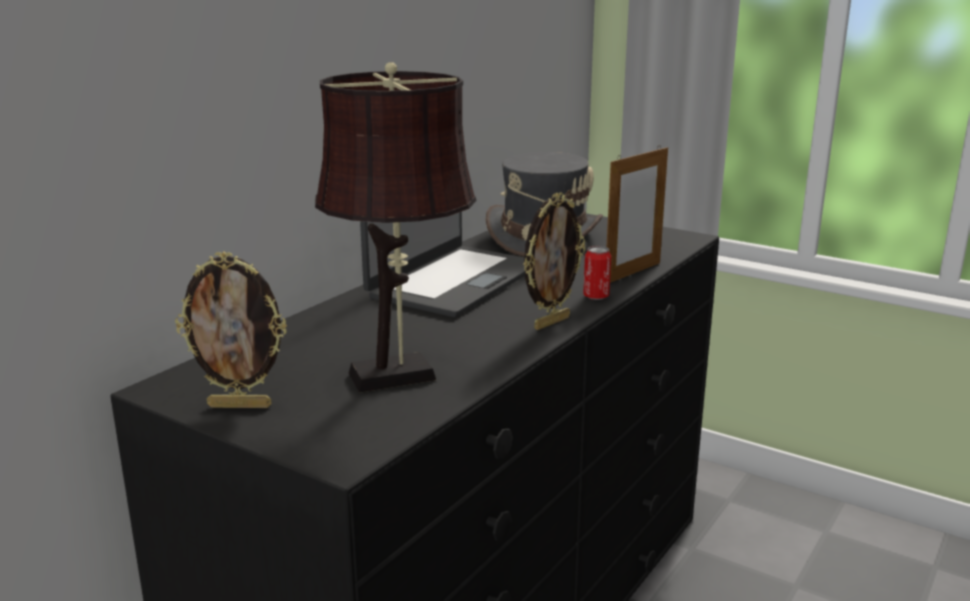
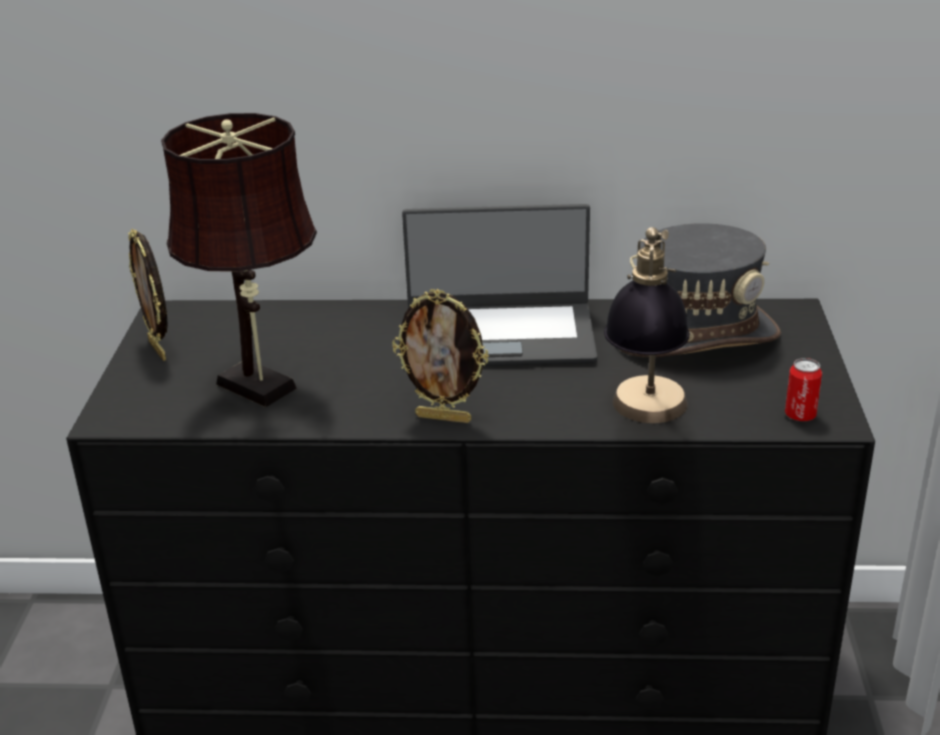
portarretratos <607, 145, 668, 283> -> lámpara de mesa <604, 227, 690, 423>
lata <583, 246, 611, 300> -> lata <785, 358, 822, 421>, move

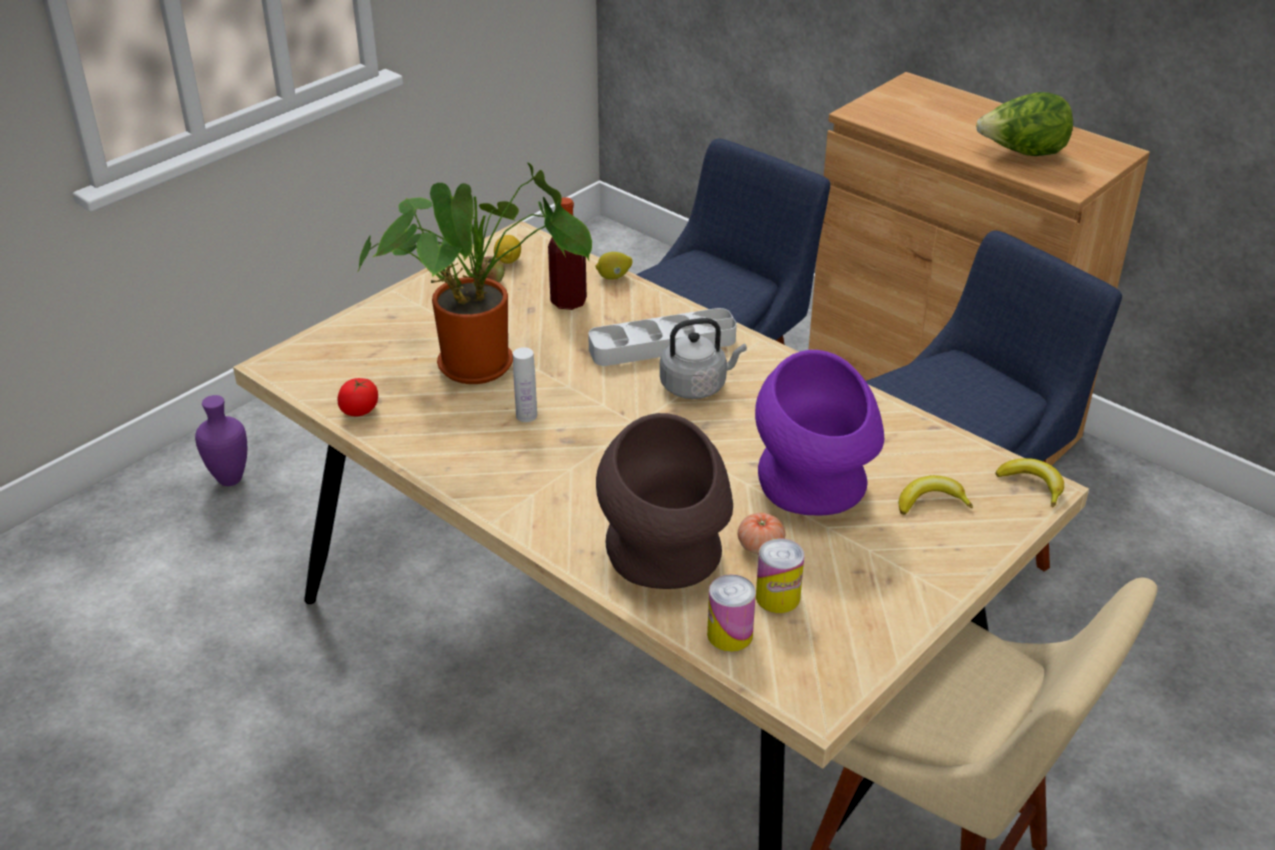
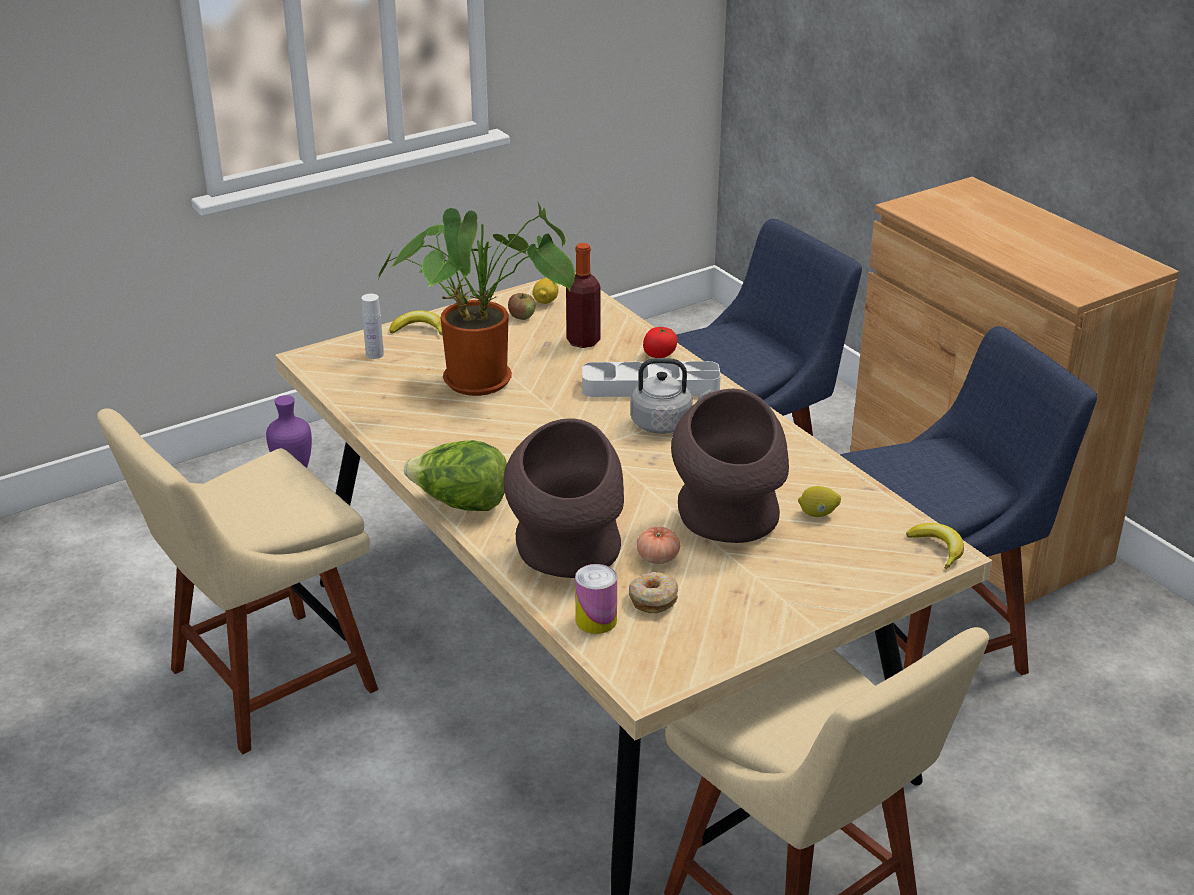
none -> silla (beis) <97, 408, 378, 754>
botella (blanco) <513, 347, 537, 422> -> botella (blanco) <361, 294, 384, 359>, move
plátano <899, 475, 973, 515> -> plátano <389, 311, 442, 335>, move
lechuga <976, 92, 1073, 156> -> lechuga <404, 440, 507, 511>, move
lata <756, 538, 804, 613> -> rosquilla <629, 572, 678, 613>
tomate <337, 378, 378, 416> -> tomate <643, 327, 677, 358>, move
florero (morado) <755, 350, 884, 516> -> florero (marrón) <671, 389, 789, 543>
limón <595, 252, 632, 280> -> limón <798, 486, 841, 517>, move

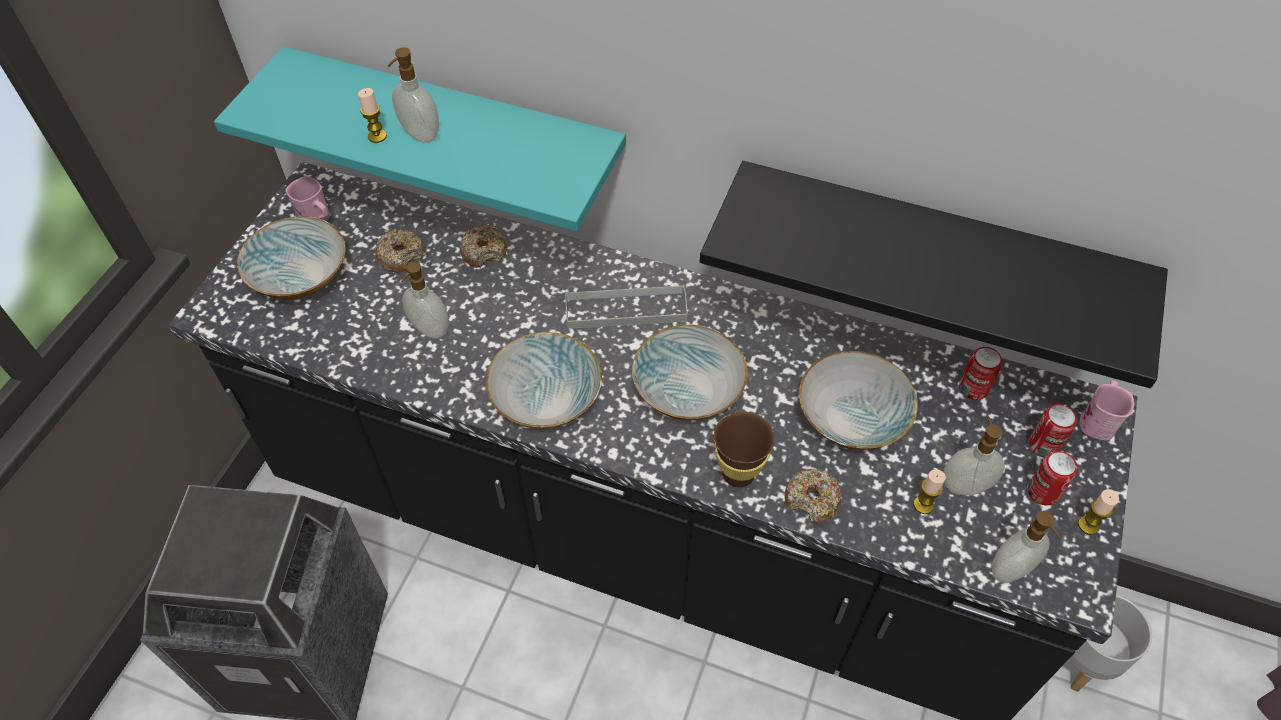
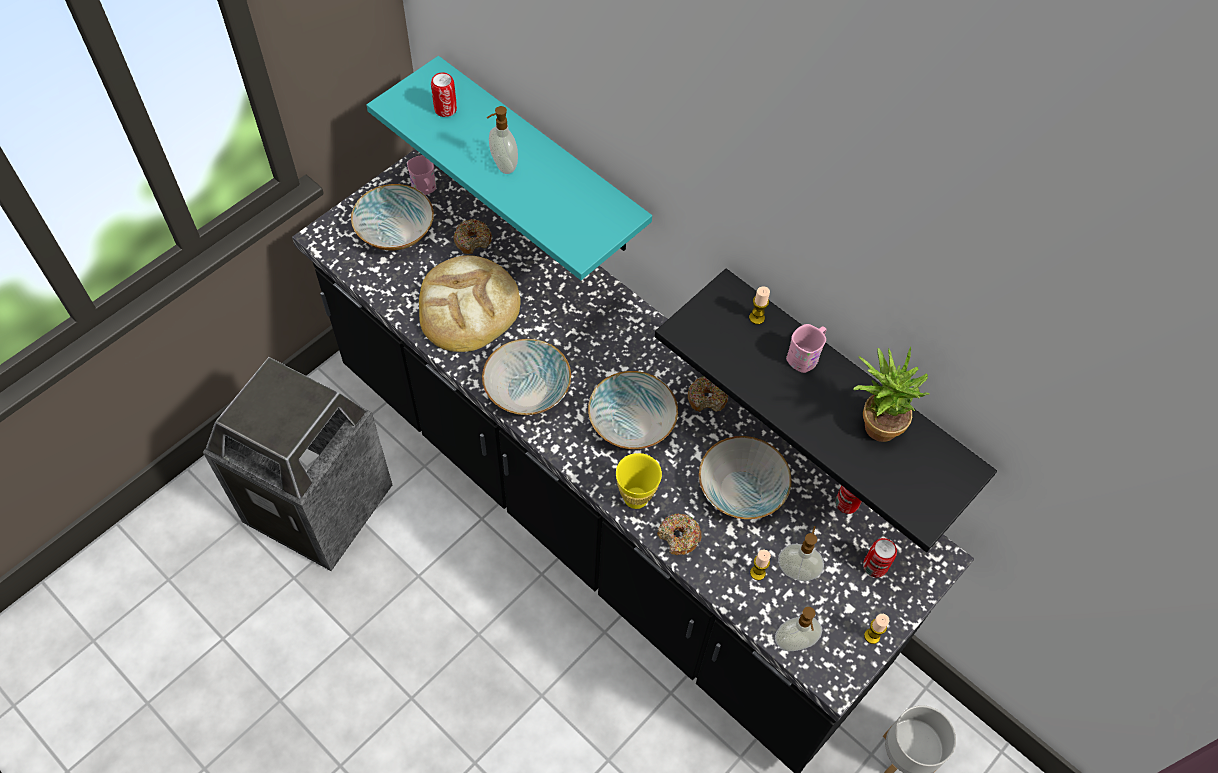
dispensador de jabón <401, 262, 449, 339> -> pan <419, 255, 521, 352>
lata <1028, 451, 1077, 506> -> lata <431, 72, 457, 117>, move
taza (marrón) <714, 411, 775, 488> -> taza (amarillo) <616, 453, 662, 509>
rosquilla <460, 225, 507, 268> -> rosquilla <688, 376, 728, 412>, move
vela <358, 88, 387, 143> -> vela <749, 286, 770, 325>, move
taza grande (rosa) <1080, 381, 1134, 440> -> taza grande (rosa) <786, 324, 826, 373>, move
none -> planta en maceta <853, 347, 930, 442>
bandeja (gris) <565, 285, 688, 329> -> none

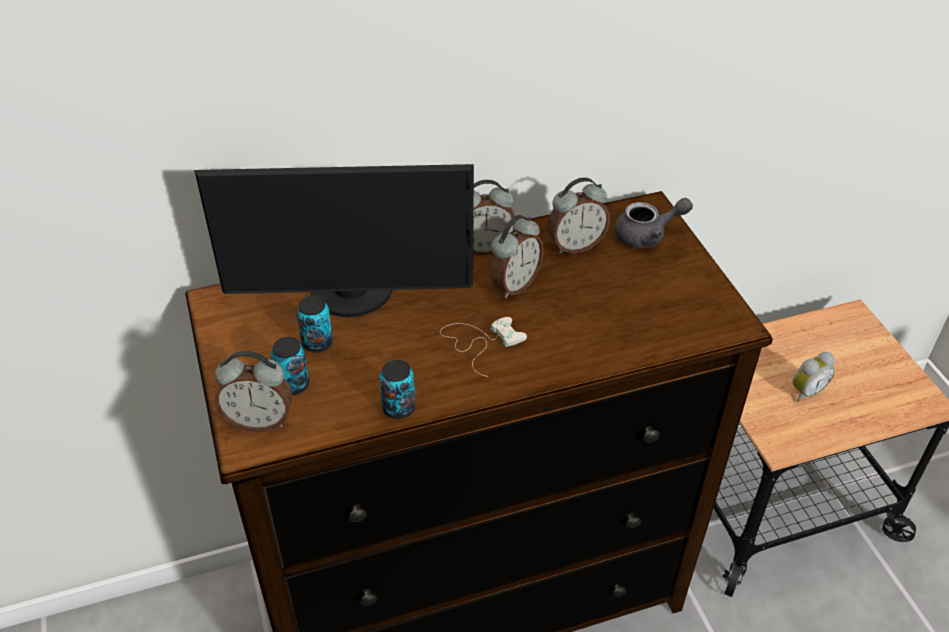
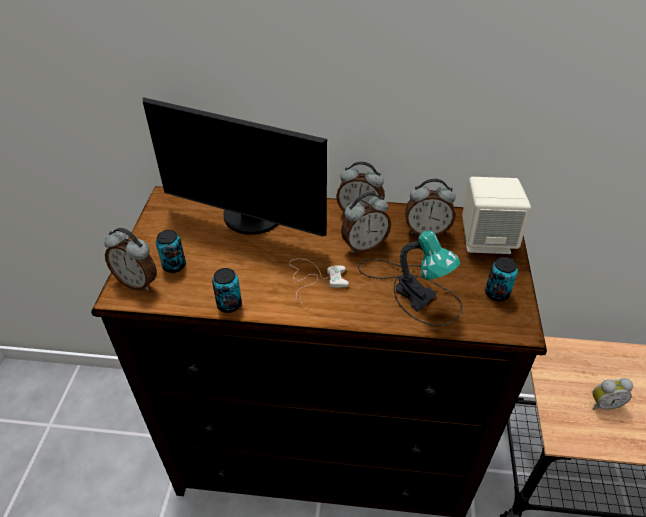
none -> lámpara de mesa <358, 231, 462, 326>
tetera (gris) <614, 198, 693, 248> -> altavoz (beis) <462, 177, 531, 254>
lata <297, 296, 333, 353> -> lata <485, 257, 518, 301>, move

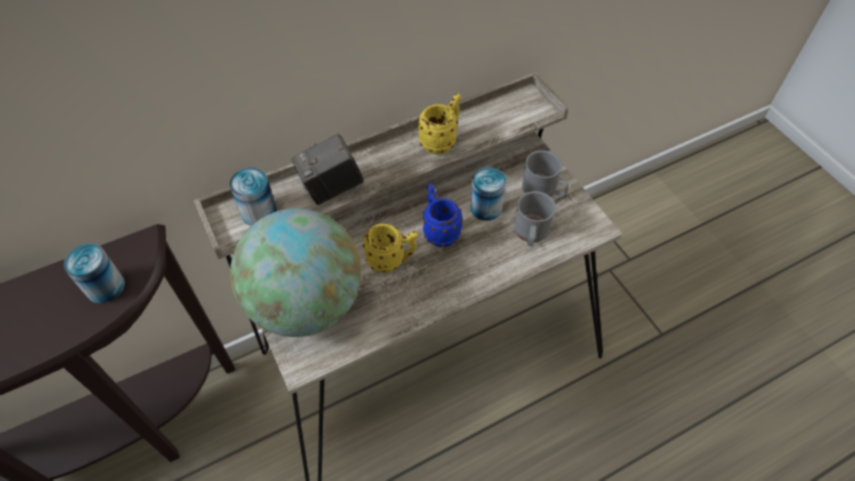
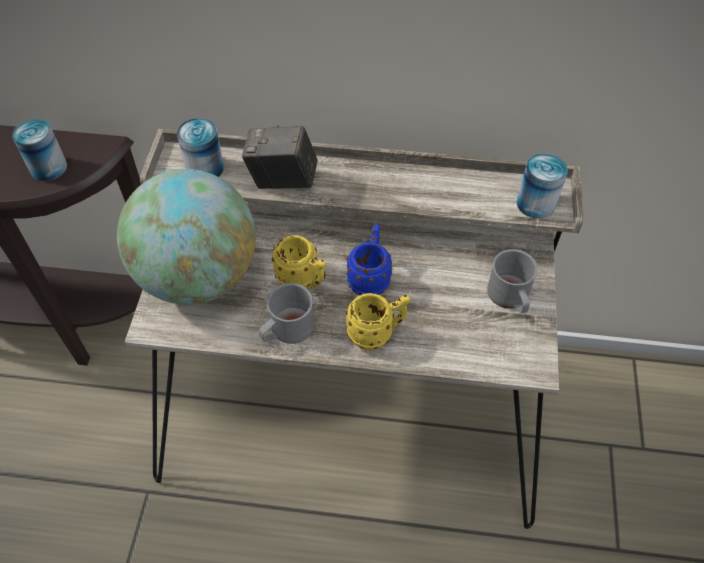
taza grande (gris) <514, 191, 556, 246> -> taza grande (gris) <259, 283, 314, 344>, move
taza grande (amarillo) <418, 93, 461, 154> -> taza grande (amarillo) <345, 293, 410, 350>, move
lata <470, 167, 506, 221> -> lata <516, 153, 568, 219>, move

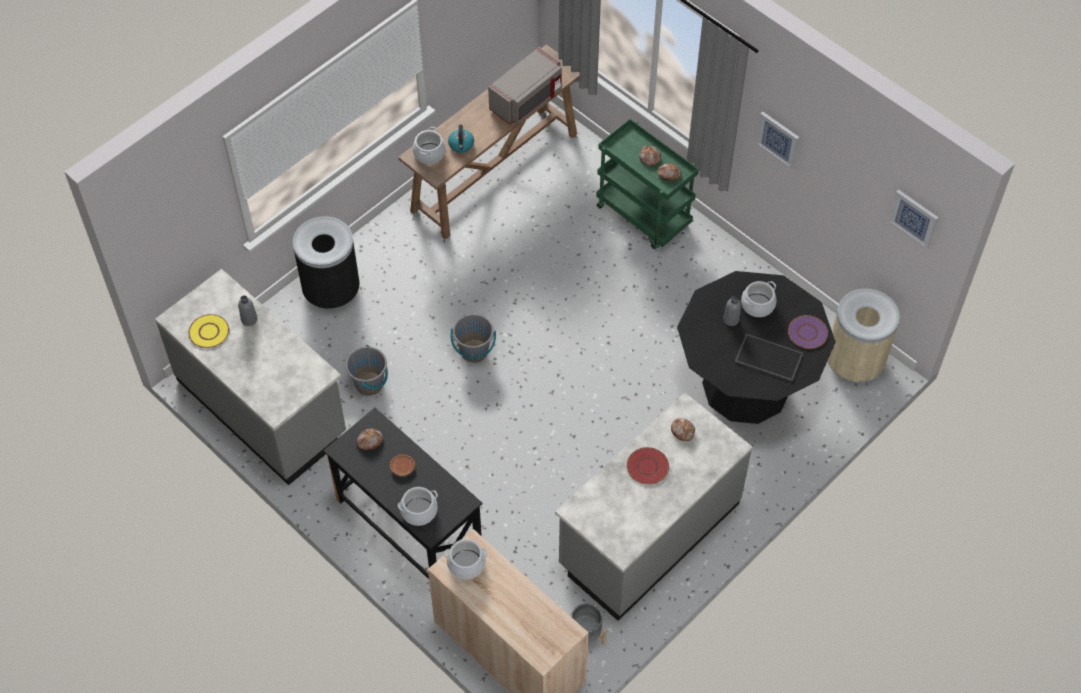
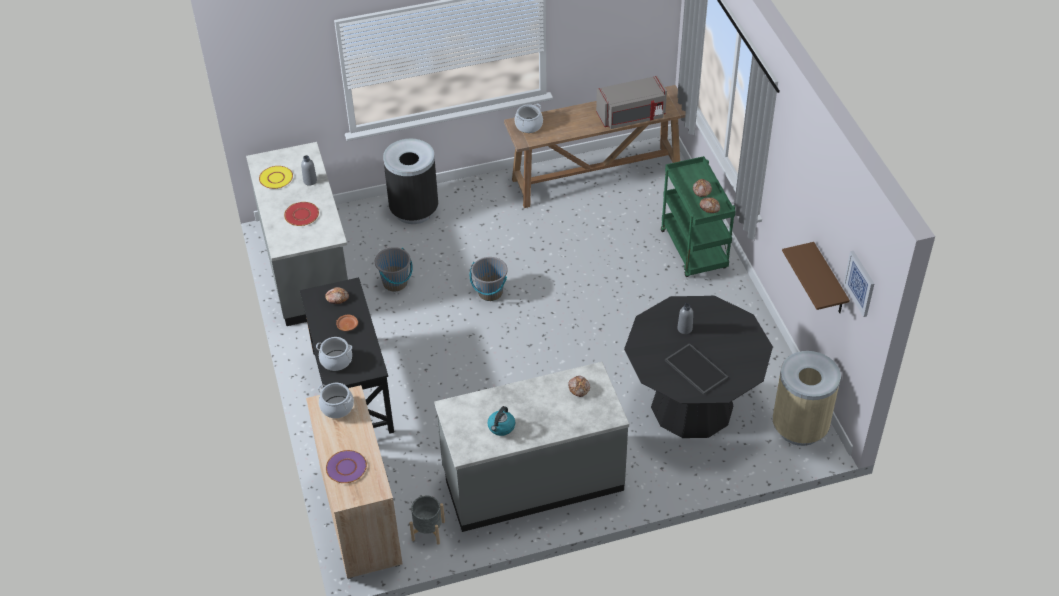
plato (rojo) <627, 447, 669, 485> -> plato (rojo) <284, 202, 319, 226>, move
plato (morado) <788, 315, 828, 349> -> plato (morado) <326, 450, 367, 483>, move
hervidor <448, 125, 474, 153> -> hervidor <487, 406, 515, 436>, move
none -> estante (marrón) <782, 242, 850, 313>
olla <741, 281, 777, 317> -> none
cuadro <756, 112, 799, 169> -> none

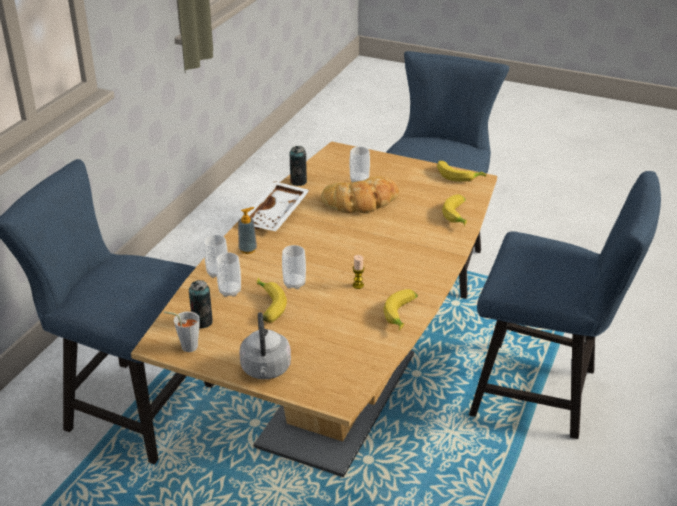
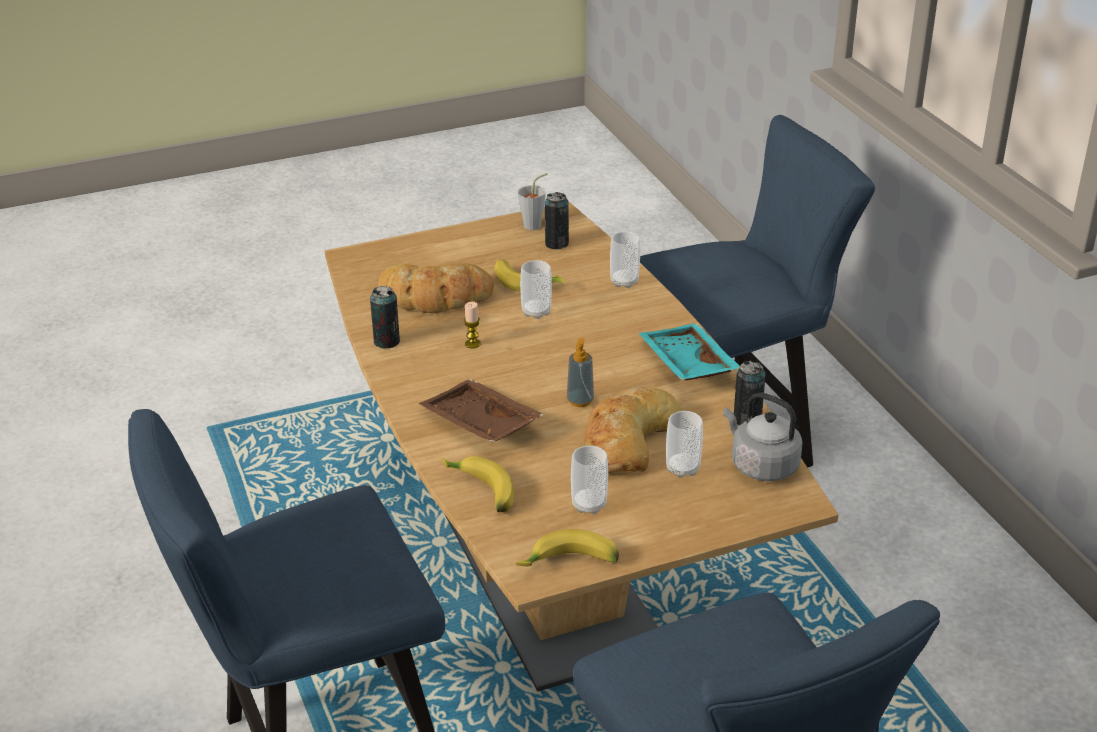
plátano <383, 289, 418, 330> -> lata <370, 286, 400, 349>
none -> pan <379, 263, 494, 313>
none -> bandeja (marrón) <418, 379, 545, 443>
dispensador de jabón <238, 207, 257, 254> -> dispensador de jabón <567, 338, 594, 407>, move
taza <216, 252, 241, 297> -> taza <571, 445, 608, 514>, move
bandeja (blanco) <247, 181, 310, 231> -> bandeja (turquesa) <639, 323, 740, 381>
hervidor (gris) <239, 312, 291, 379> -> hervidor (gris) <723, 393, 802, 481>, move

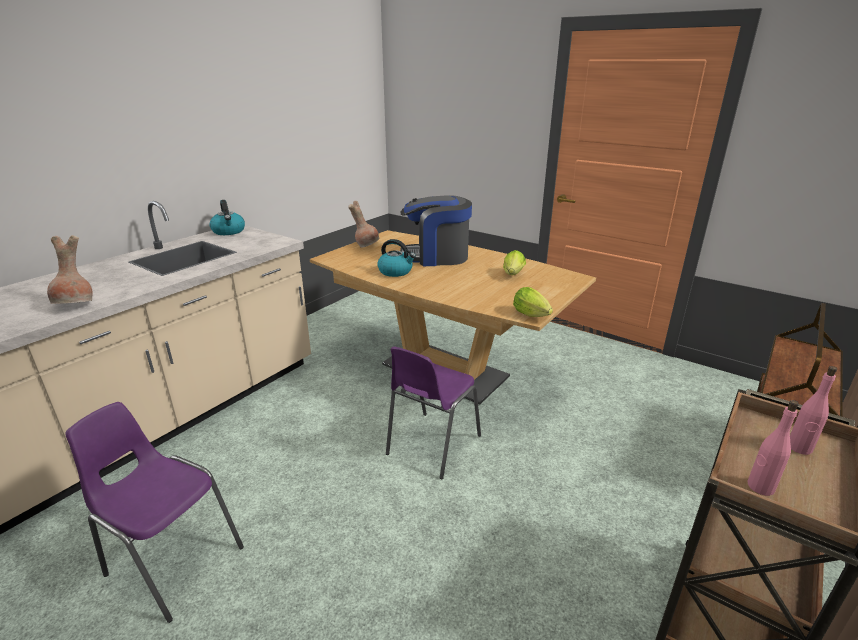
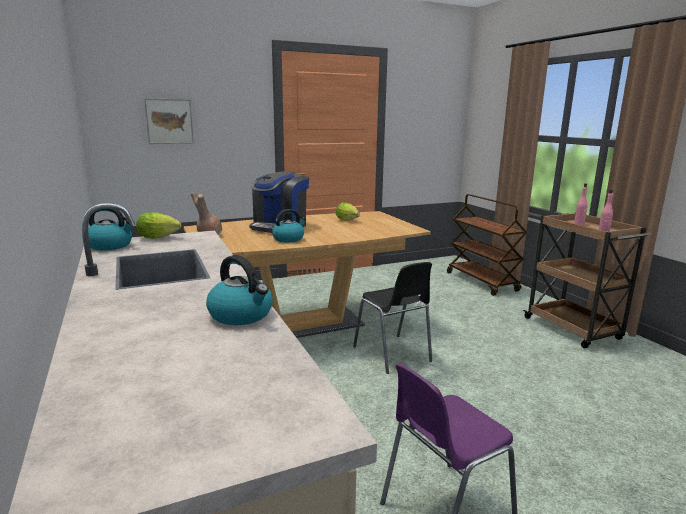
lechuga <513, 287, 553, 317> -> lechuga <136, 212, 181, 238>, move
none -> cuadro <144, 98, 194, 144>
florero (marrón) <47, 235, 93, 304> -> hervidor <206, 255, 273, 325>
silla (morado) <386, 347, 481, 479> -> silla (negro) <353, 262, 432, 374>

